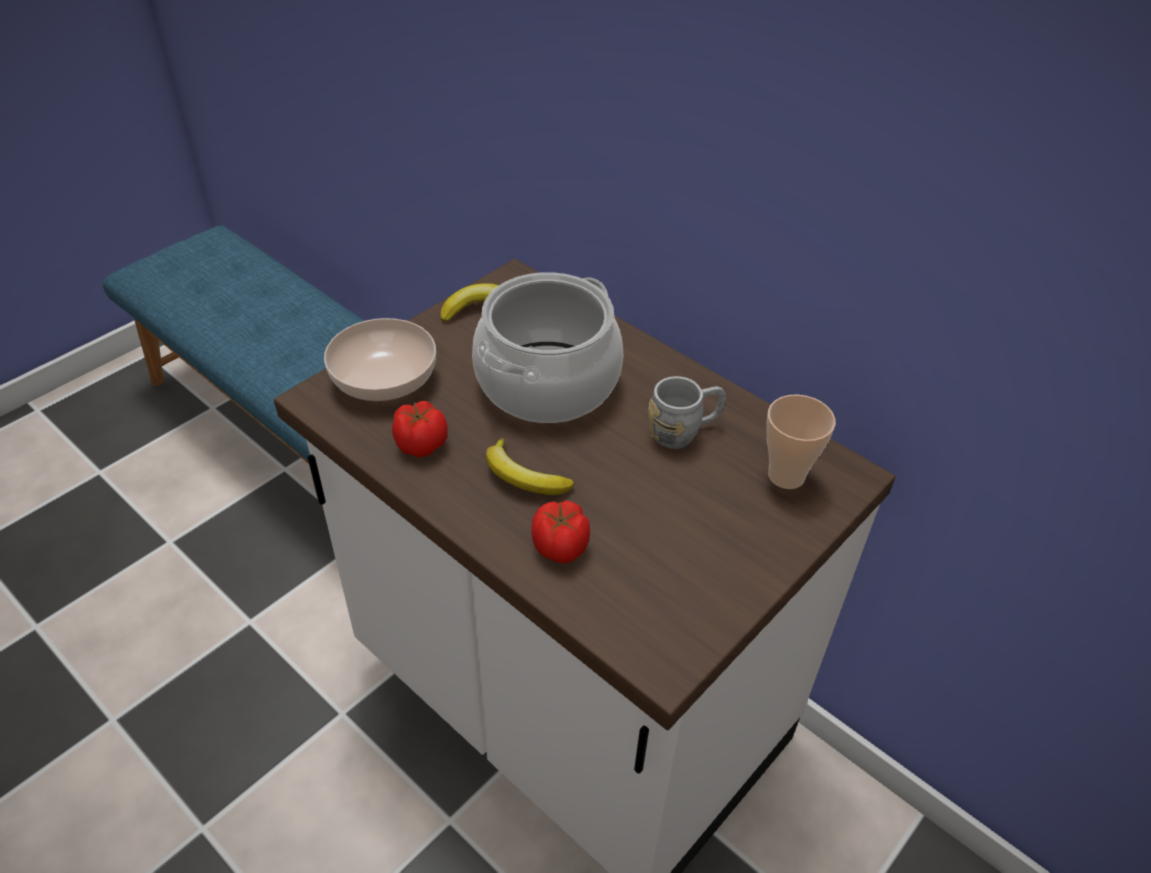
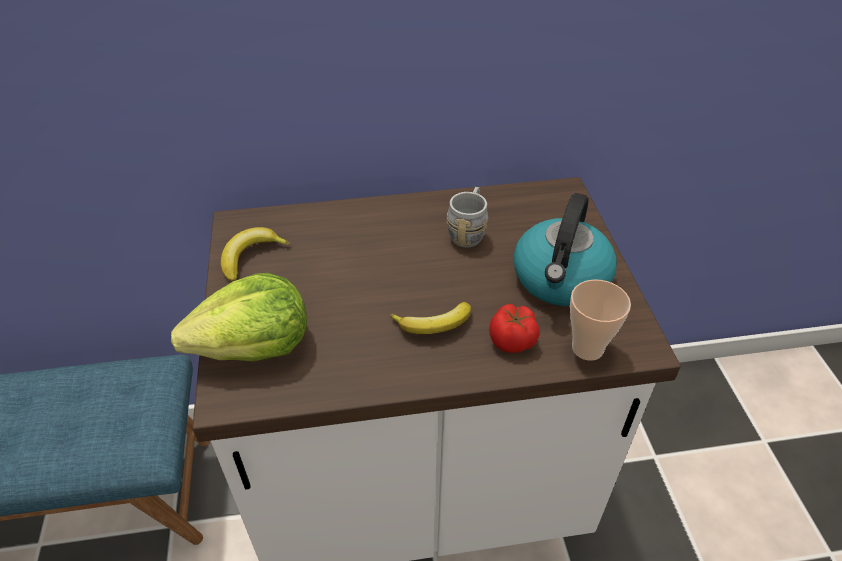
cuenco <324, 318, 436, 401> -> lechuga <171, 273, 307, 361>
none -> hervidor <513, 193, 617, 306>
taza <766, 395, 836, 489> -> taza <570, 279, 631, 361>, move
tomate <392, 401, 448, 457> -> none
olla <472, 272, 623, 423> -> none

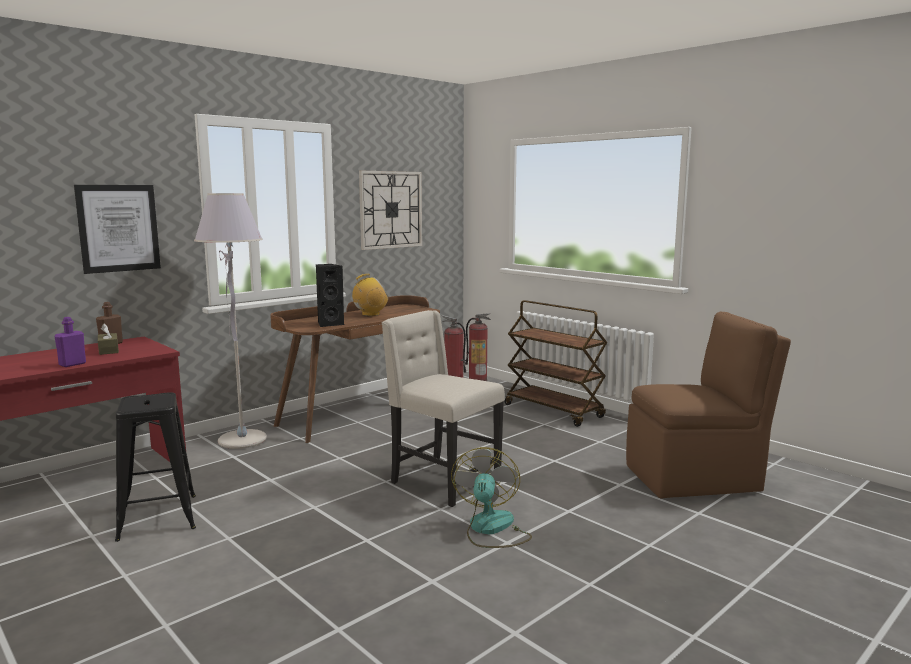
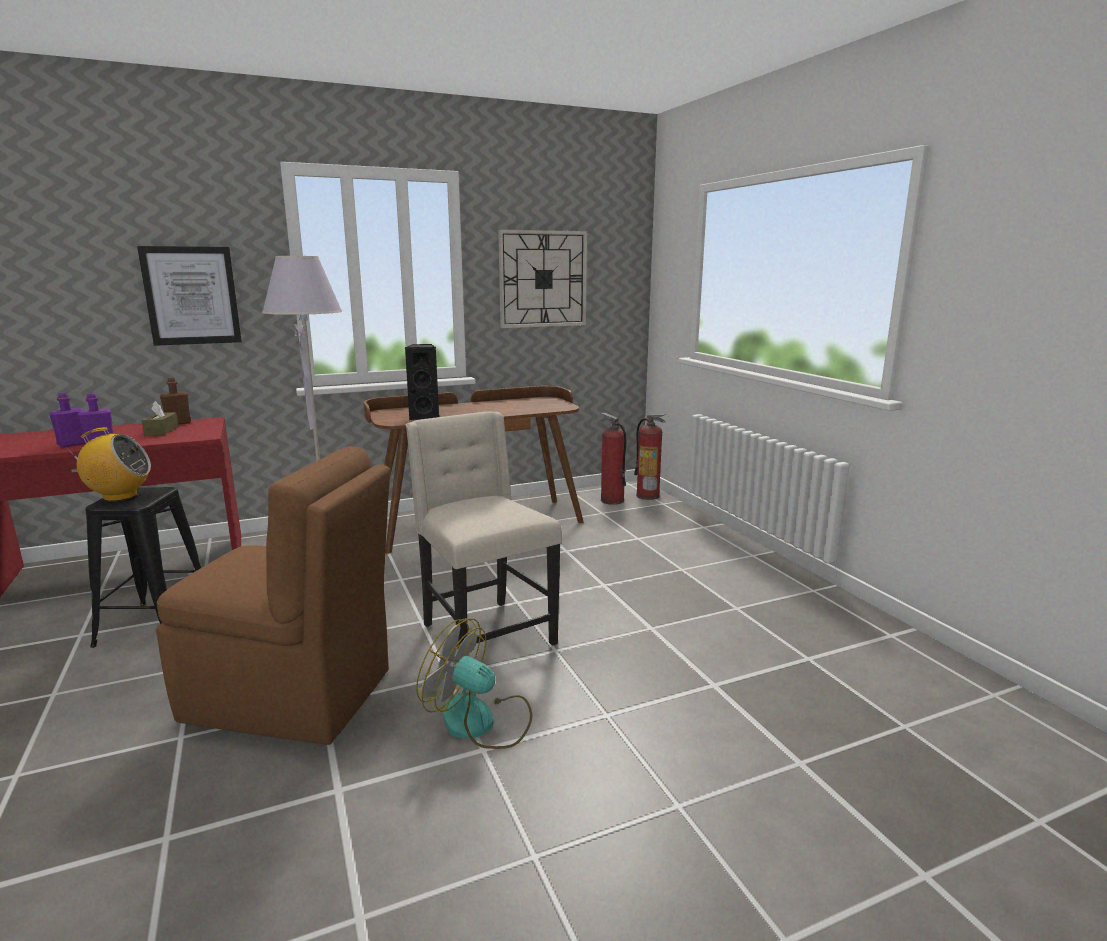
none -> botella (morado) <49, 392, 85, 447>
radio <352, 274, 389, 316> -> radio <64, 428, 151, 502>, move
silla (marrón) <626, 312, 791, 498> -> silla (marrón) <156, 446, 390, 745>, move
ventilador <451, 447, 532, 548> -> ventilador <416, 618, 532, 749>, 90 degrees counterclockwise
carrito (marrón) <504, 300, 607, 427> -> none

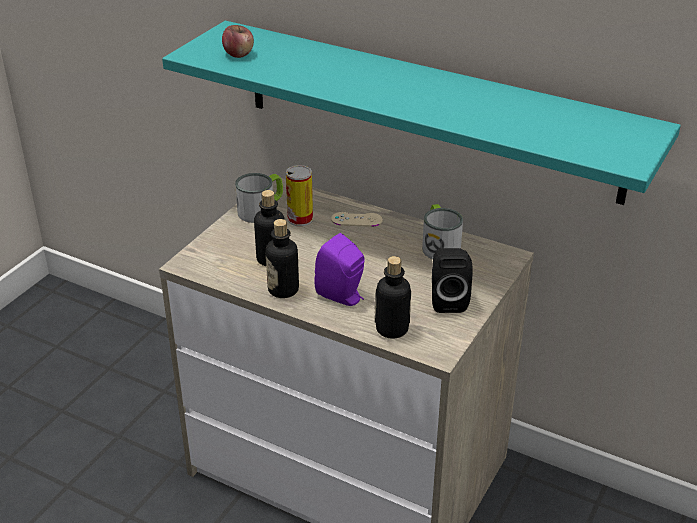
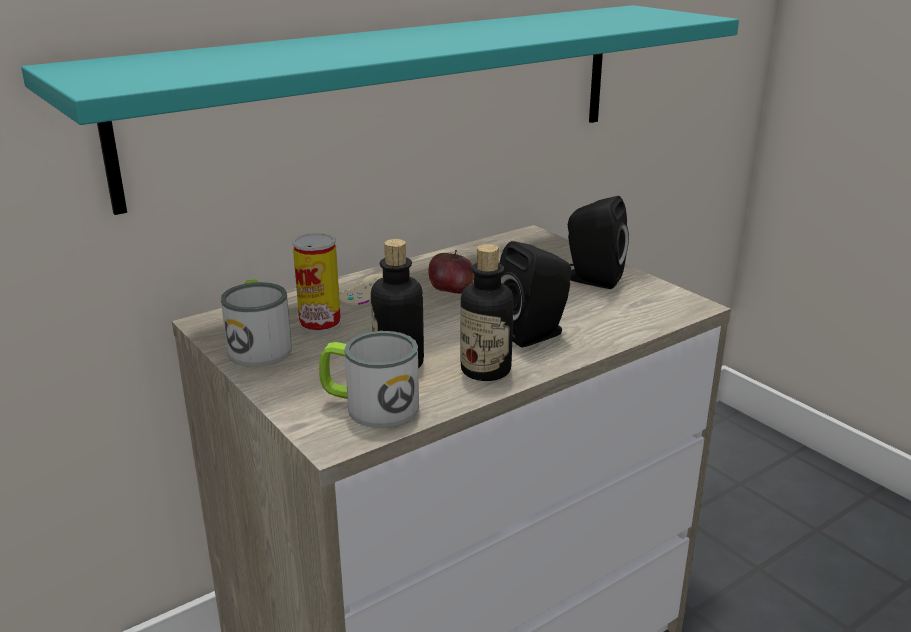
taza grande <422, 204, 463, 259> -> taza grande <319, 331, 419, 428>, move
manzana <222, 25, 254, 58> -> manzana <428, 250, 474, 294>, move
altavoz (morado) <314, 233, 365, 306> -> altavoz (negro) <499, 241, 571, 347>
botella <375, 256, 411, 339> -> none

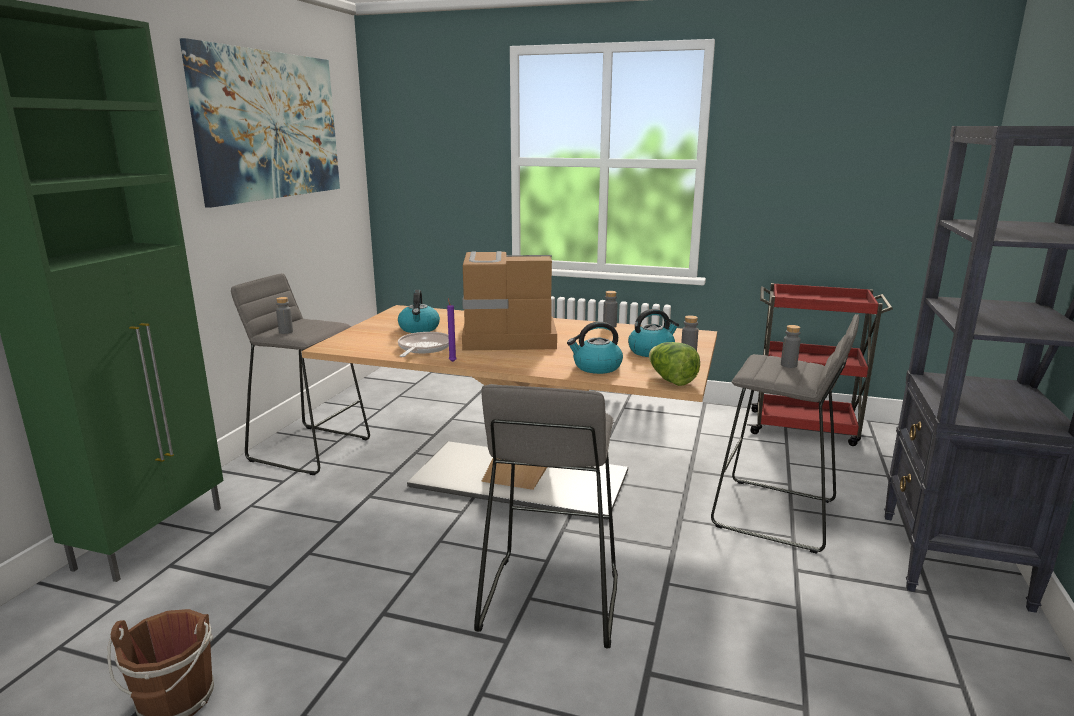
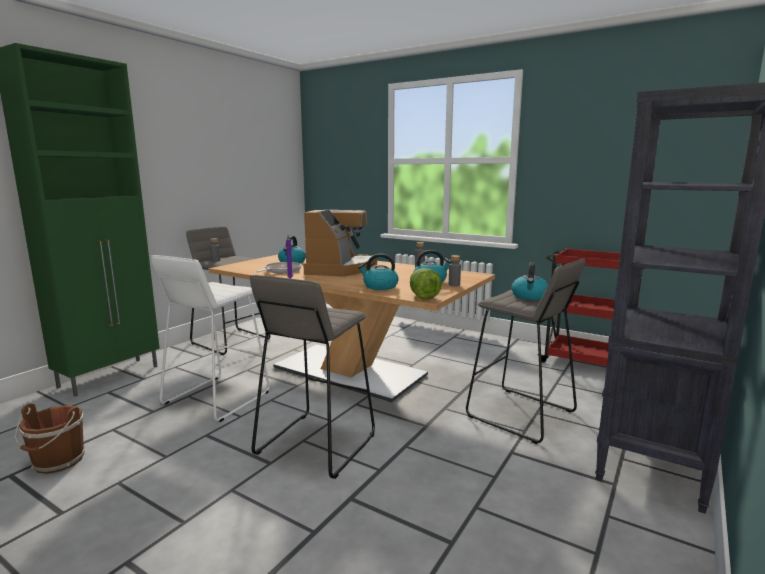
none -> taburete (blanco) <151, 255, 270, 422>
cafetera <462, 251, 557, 351> -> cafetera <303, 209, 380, 277>, 90 degrees clockwise
botella (gris) <781, 325, 801, 368> -> hervidor <512, 262, 548, 300>
cuadro <180, 38, 340, 208> -> none

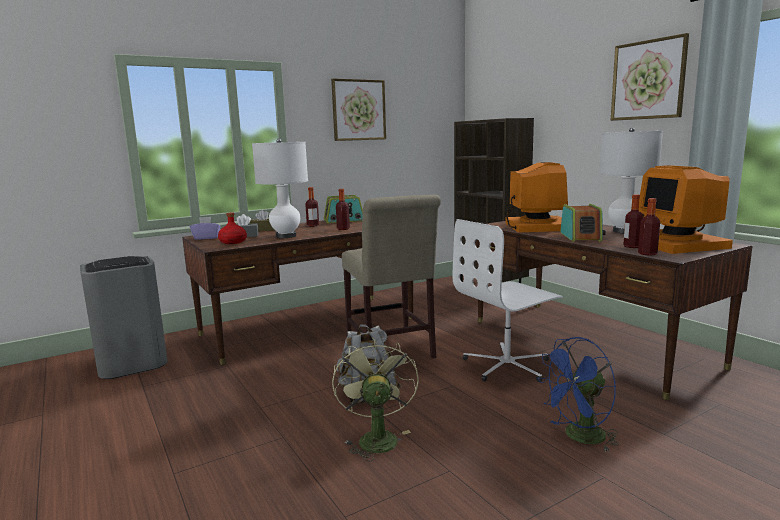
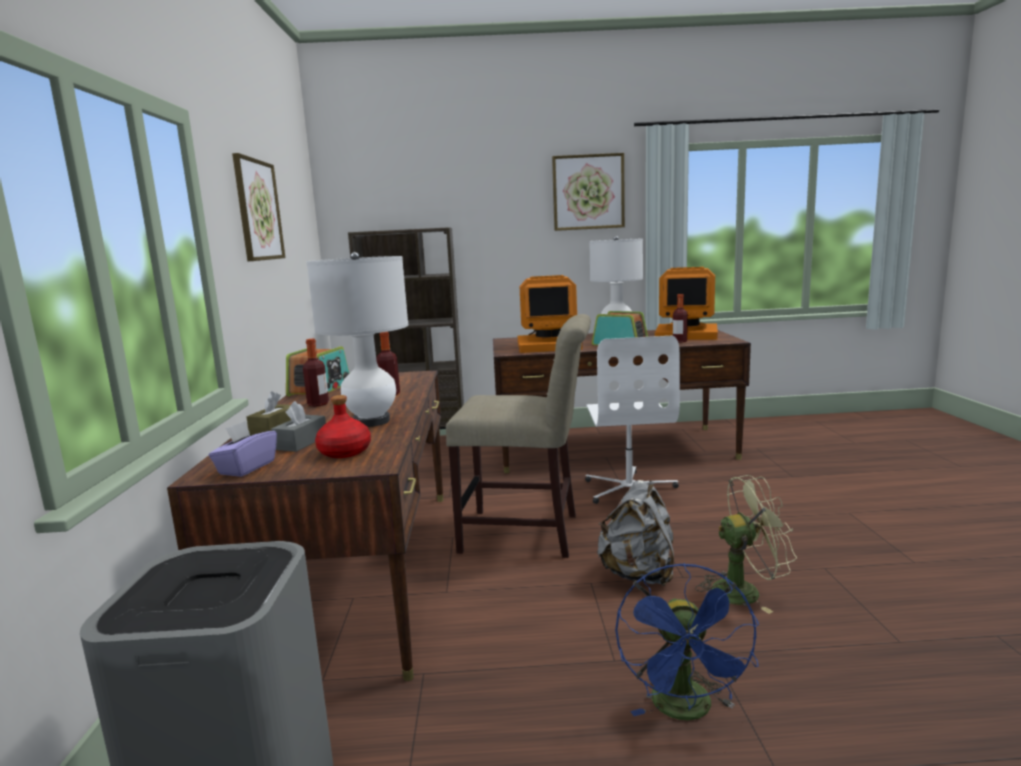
monitor <505, 162, 568, 232> -> monitor <518, 275, 583, 353>, 150 degrees clockwise
ventilador (azul) <537, 337, 619, 451> -> ventilador (azul) <615, 563, 759, 721>, move
ventilador (verde) <332, 338, 419, 461> -> ventilador (verde) <695, 475, 797, 614>, 150 degrees clockwise
botella <638, 198, 660, 256> -> none

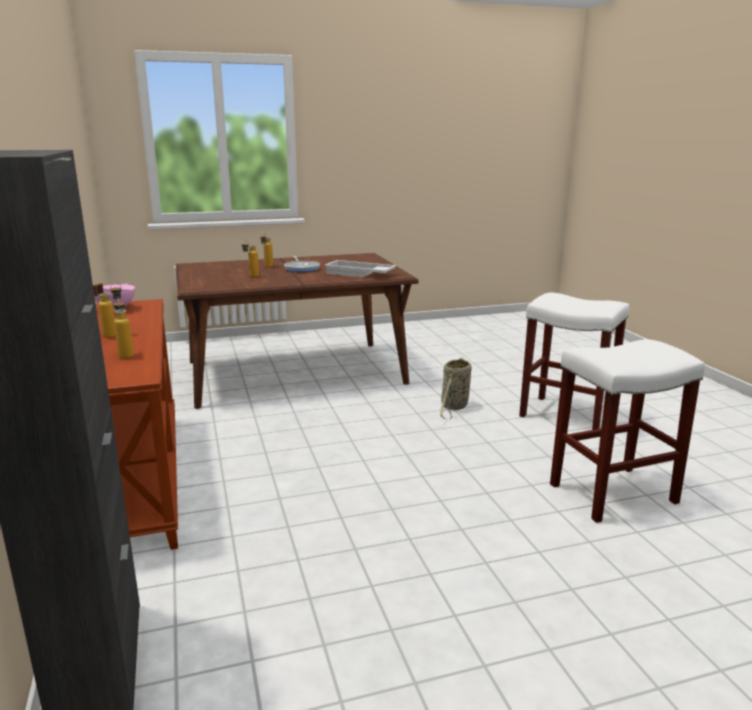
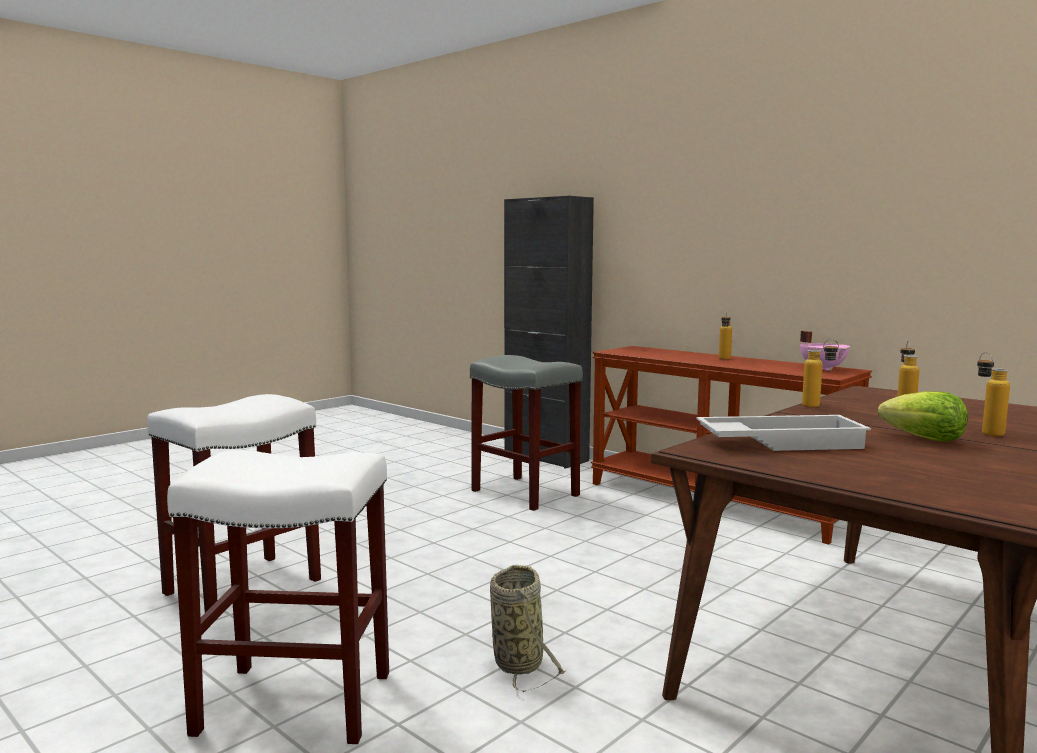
none -> taburete (gris) <470, 355, 583, 511>
botella <113, 298, 134, 359> -> botella <802, 339, 839, 408>, move
sartén <284, 256, 320, 272> -> lechuga <878, 391, 968, 442>

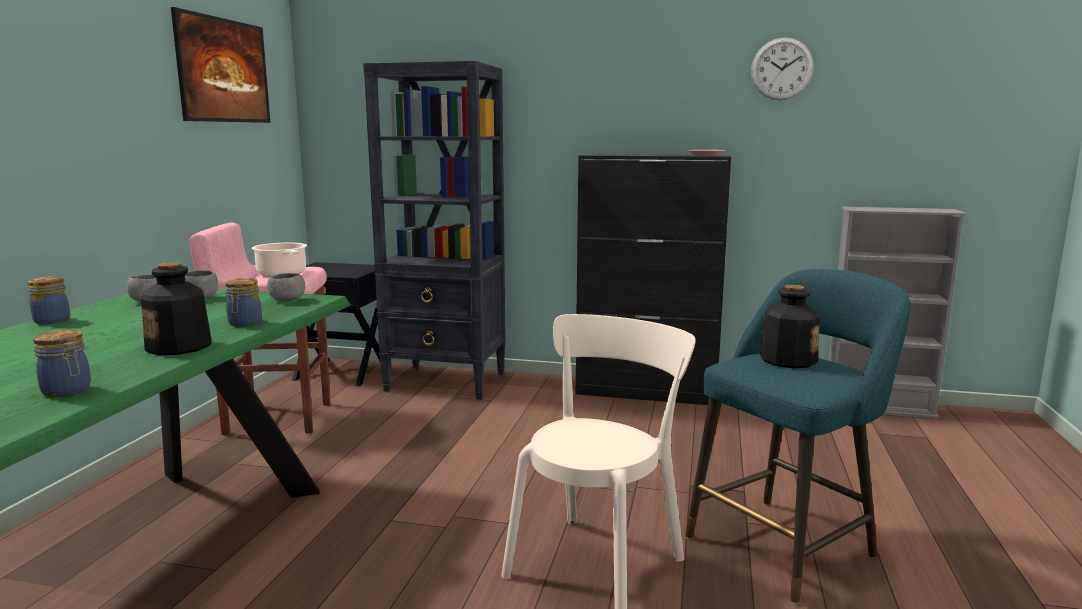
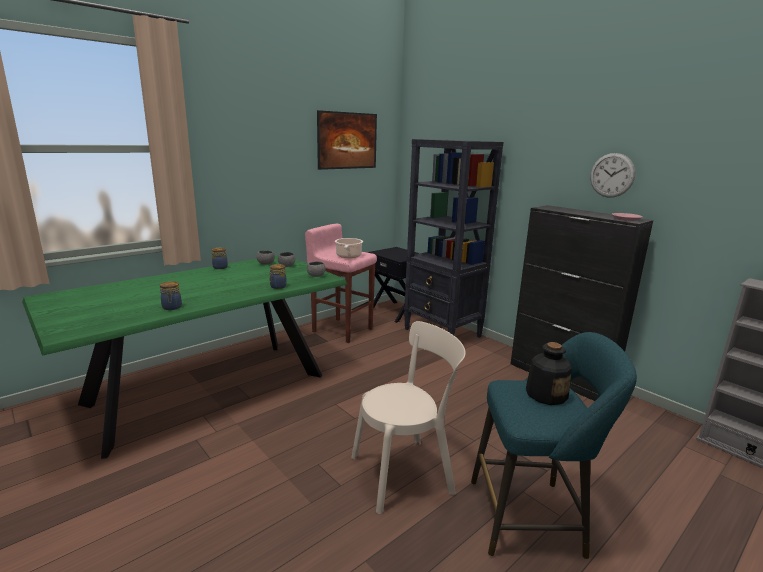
reloj de pared <751, 37, 814, 100> -> reloj de pared <590, 153, 635, 198>, move
botella <141, 263, 211, 355> -> none

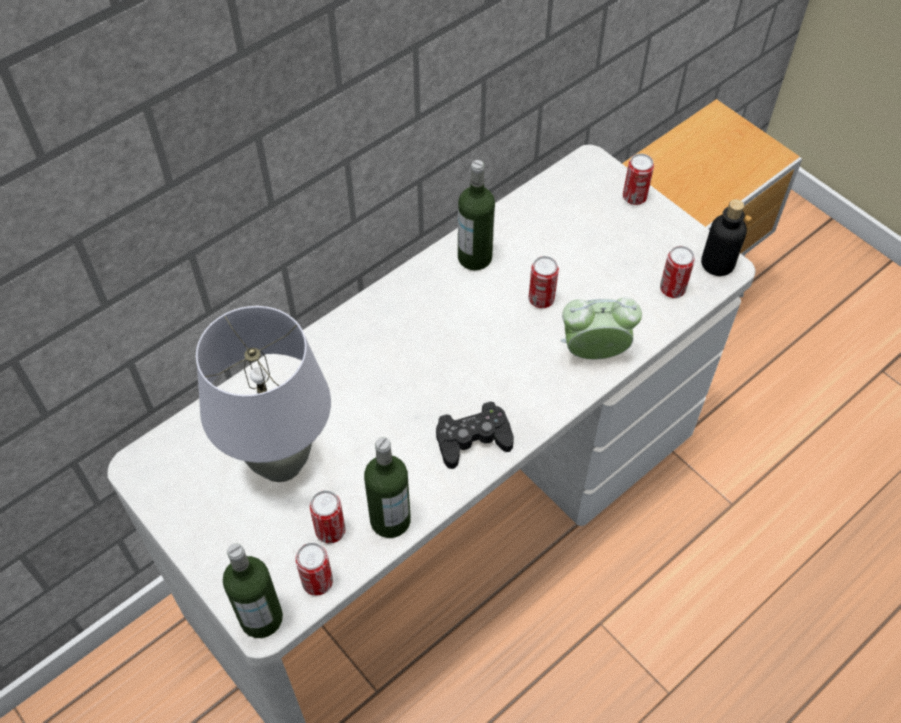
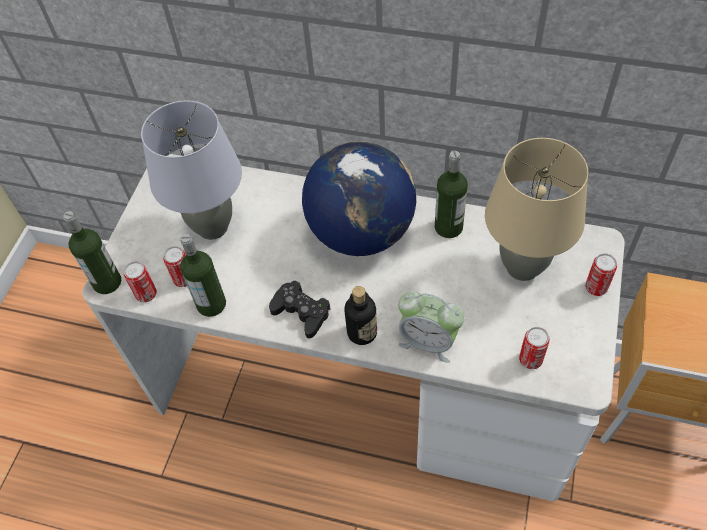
none -> globo terráqueo <302, 141, 416, 256>
botella <701, 199, 747, 276> -> botella <344, 286, 377, 345>, move
despertador <561, 297, 642, 359> -> despertador <398, 291, 465, 363>, 150 degrees clockwise
none -> lámpara de mesa (beis) <485, 138, 588, 281>
lata <528, 256, 559, 308> -> none

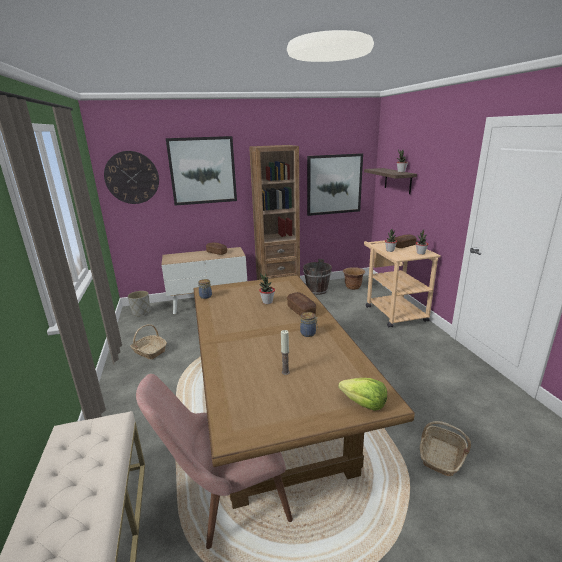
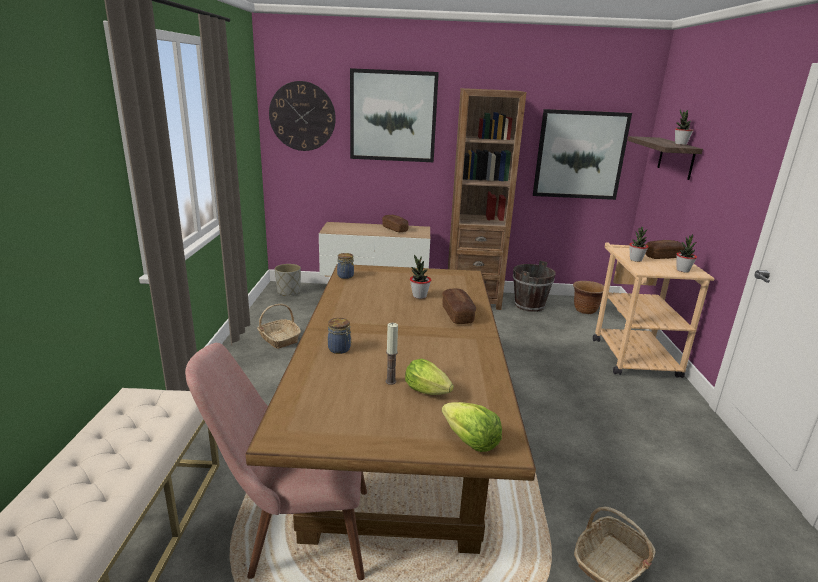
tarro <300, 312, 318, 337> -> tarro <328, 318, 352, 354>, move
none -> lechuga <405, 358, 454, 395>

